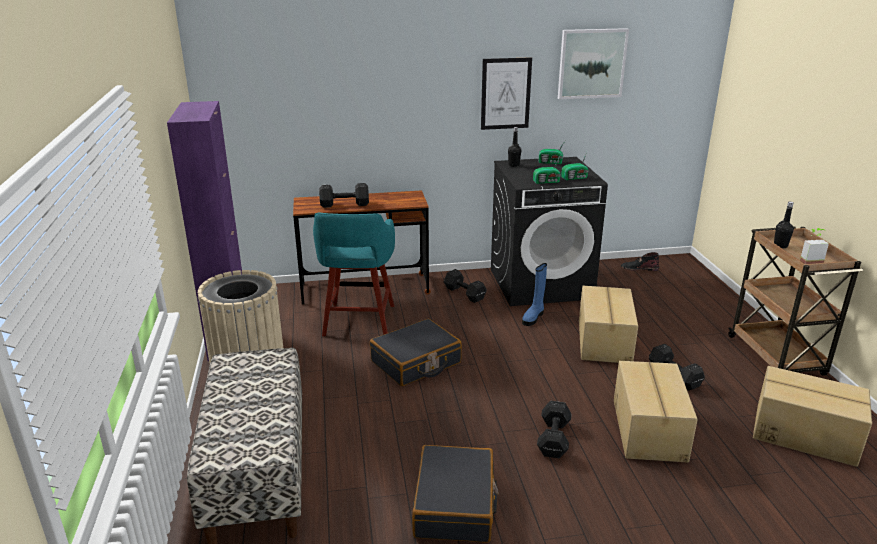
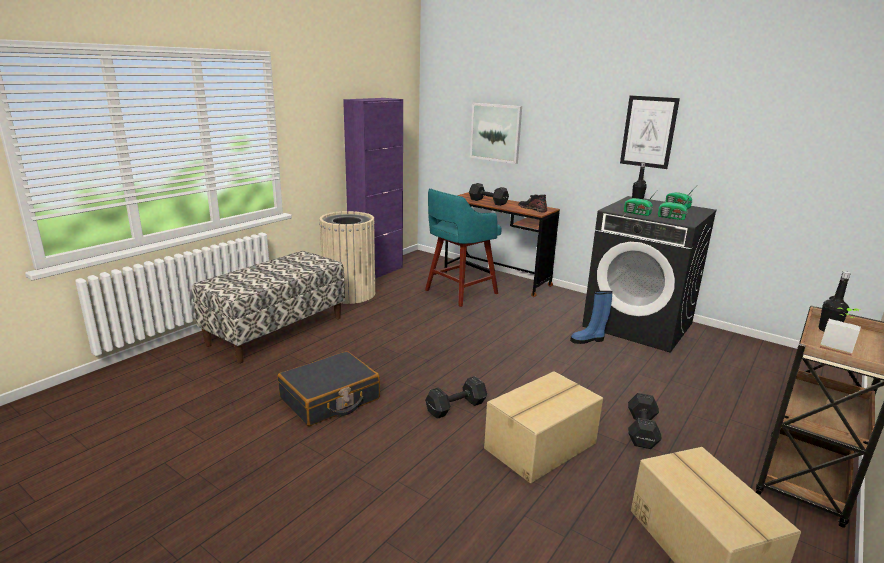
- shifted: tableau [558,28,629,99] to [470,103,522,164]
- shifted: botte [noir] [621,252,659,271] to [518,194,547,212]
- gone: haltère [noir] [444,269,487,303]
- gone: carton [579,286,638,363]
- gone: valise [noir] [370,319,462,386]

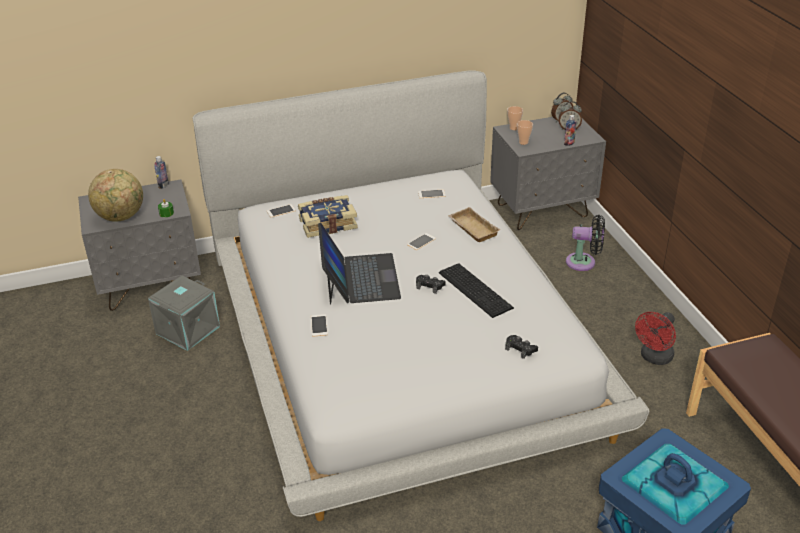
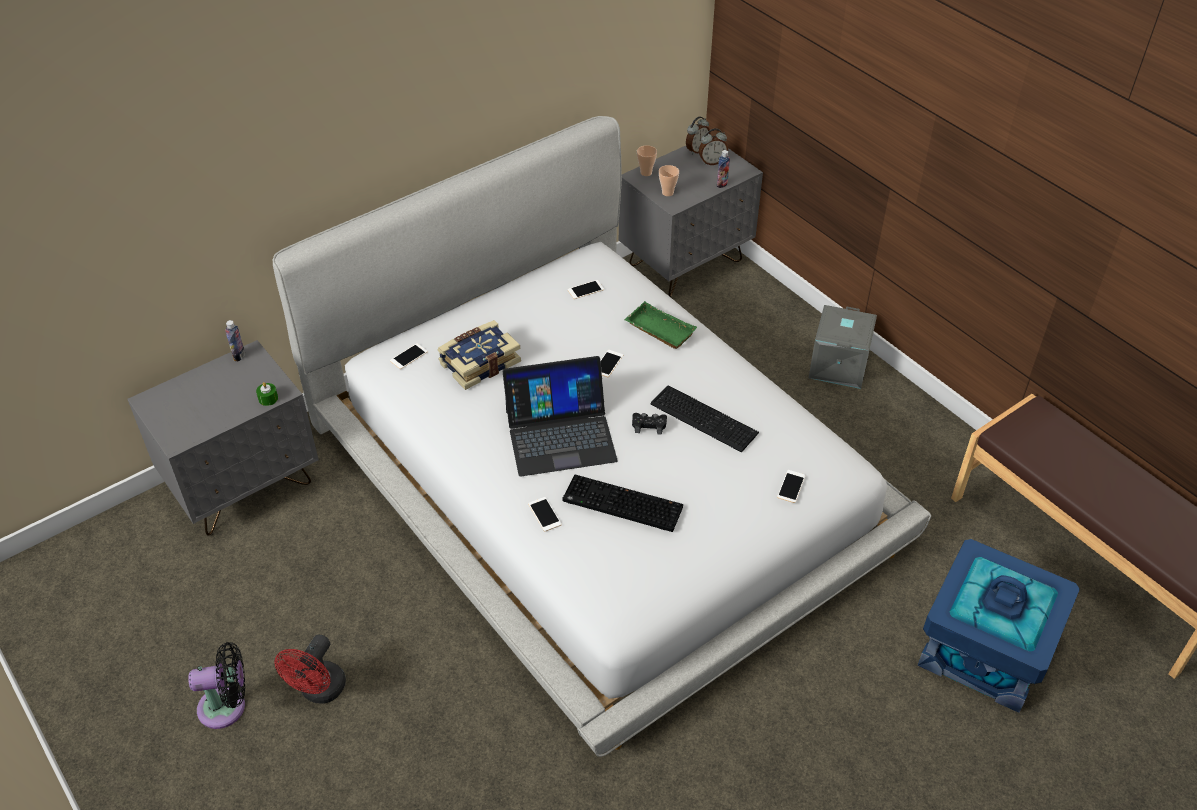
- gone: globe [88,169,143,222]
- repainted: plateau [beige] [448,207,501,242] to plateau [vert] [624,301,697,349]
- shifted: ventilateur [noir] [566,215,605,271] to [188,642,245,729]
- rotated: ordinateur portable [318,222,401,305] = [502,356,618,476] 105 degrees clockwise
- shifted: boîte de rangement [gris] [148,276,220,351] to [809,305,877,389]
- shifted: ventilateur [rouge] [635,312,676,365] to [275,634,346,704]
- swapped: manette [noir] [505,335,538,359] to téléphone [777,470,806,503]
- new: clavier [563,475,683,532]

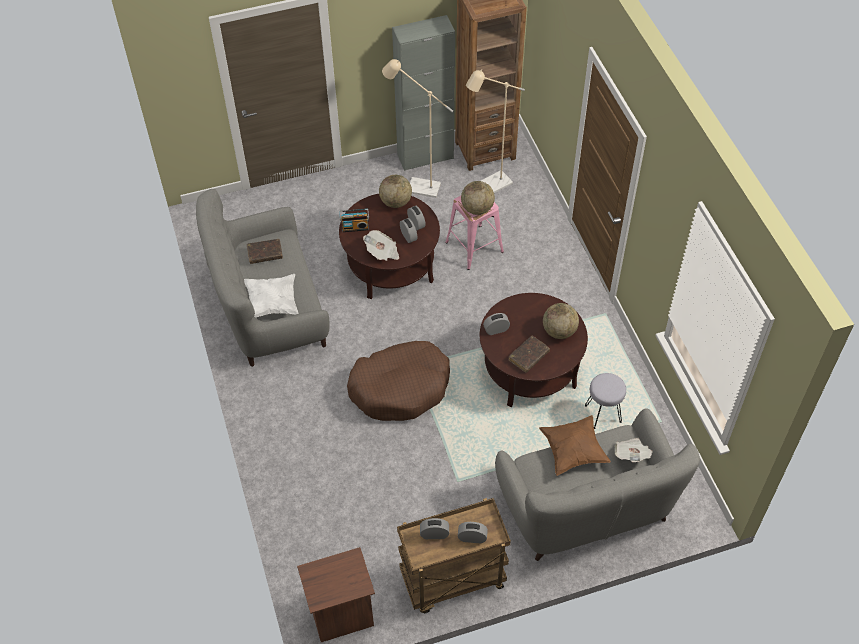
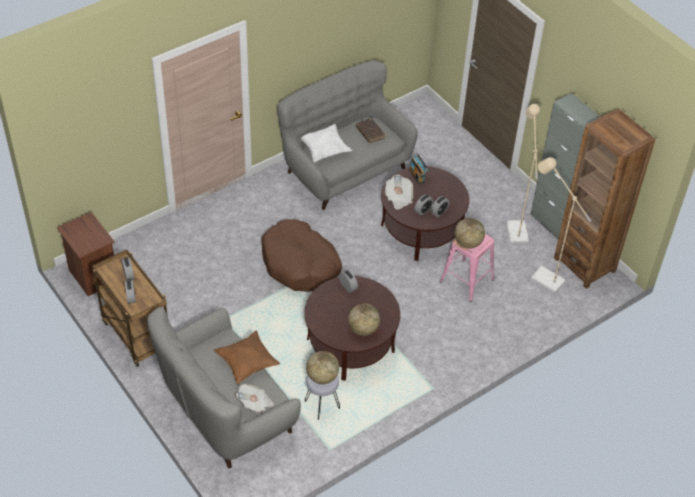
- shifted: globe [379,175,412,208] to [306,351,339,384]
- gone: livre [marron] [508,336,550,373]

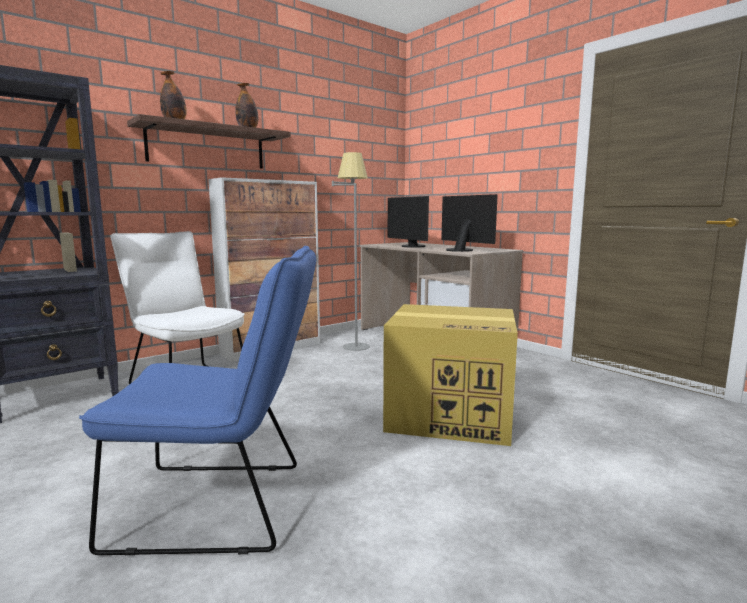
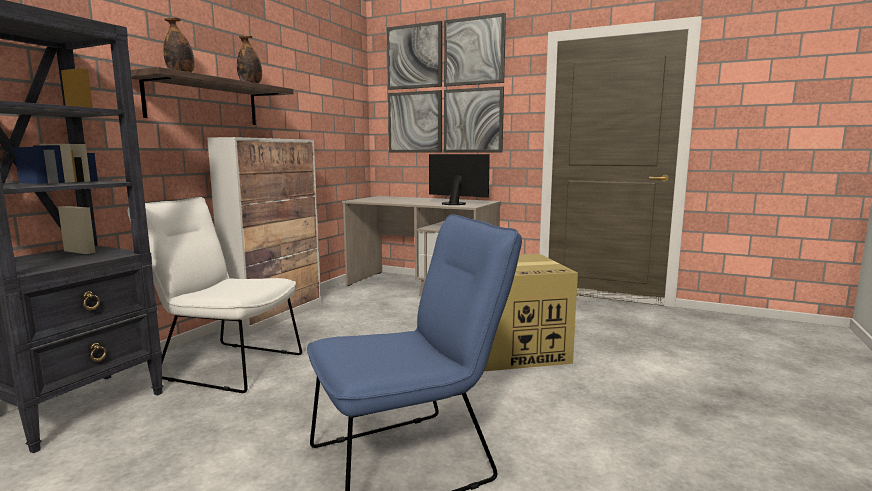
- gone: lampadaire [gris] [332,152,370,351]
- gone: écran d'ordinateur [388,196,429,248]
- new: tableau [387,13,506,153]

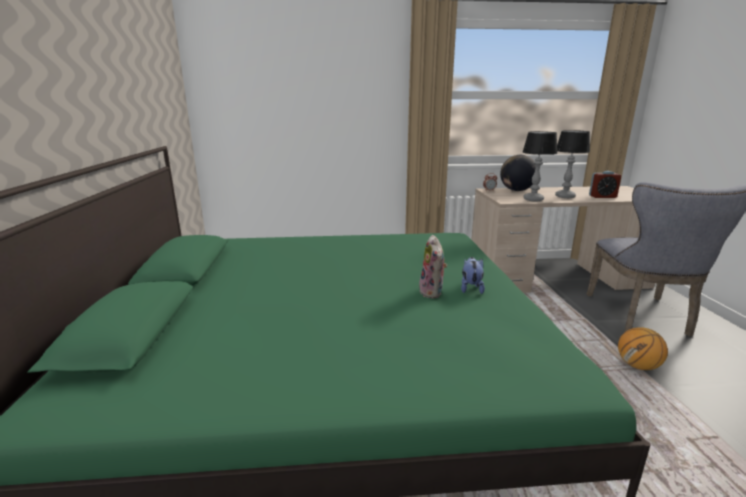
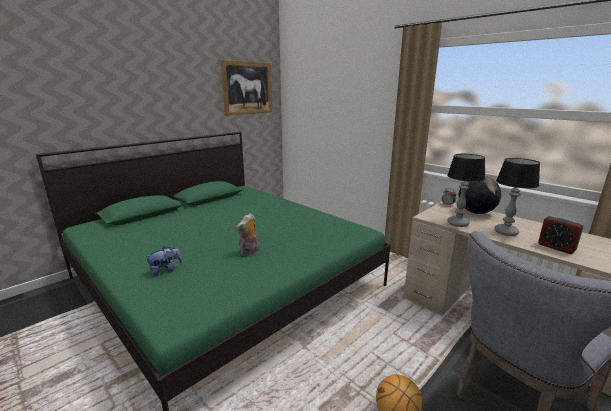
- shifted: peluche [461,257,485,294] to [145,246,182,276]
- new: tableau [220,60,272,115]

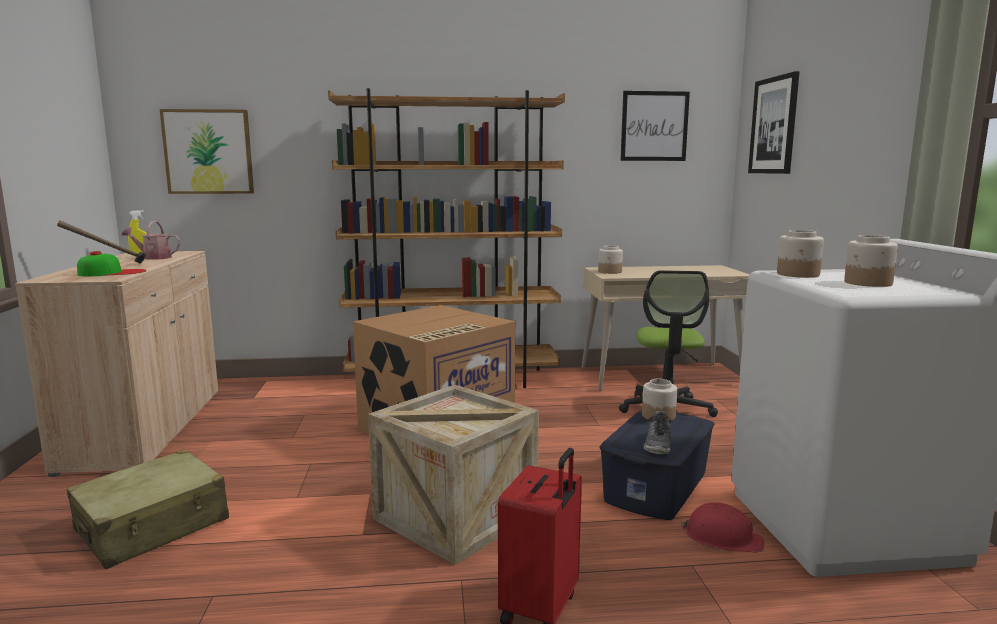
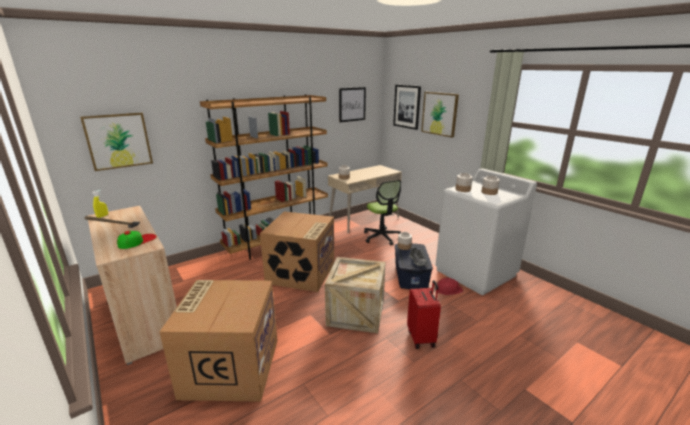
- gone: arrosoir [121,221,180,260]
- swapped: valise [beige] [66,449,229,569] to carton [160,280,277,402]
- new: tableau [421,92,459,138]

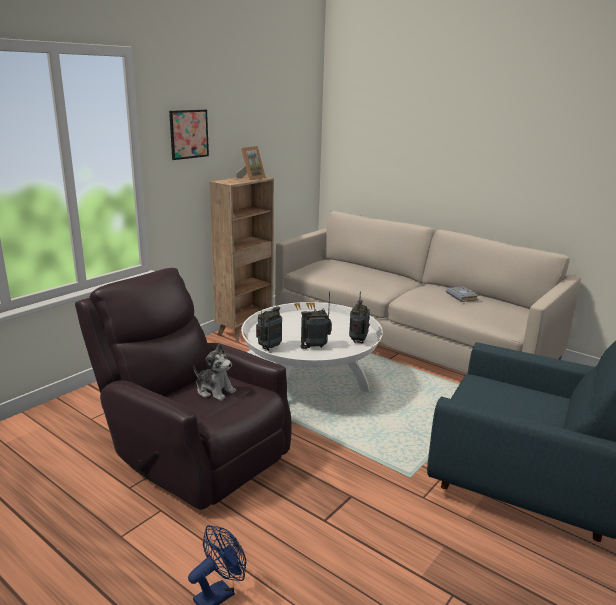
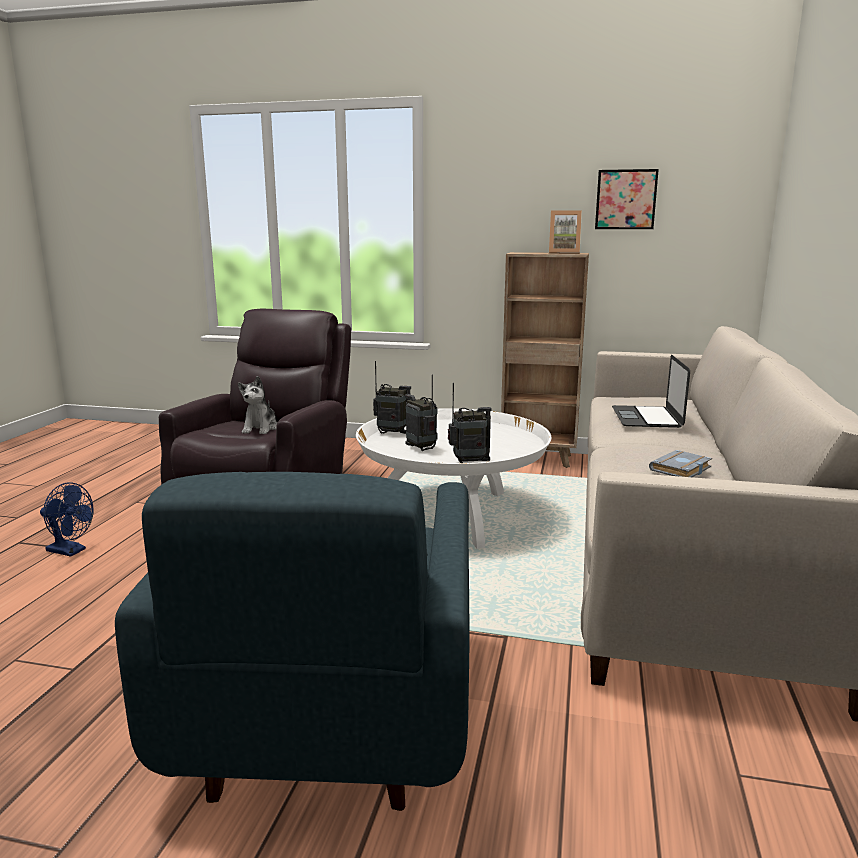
- shifted: tableau [169,110,209,160] to [595,169,659,229]
- new: ordinateur portable [612,355,690,428]

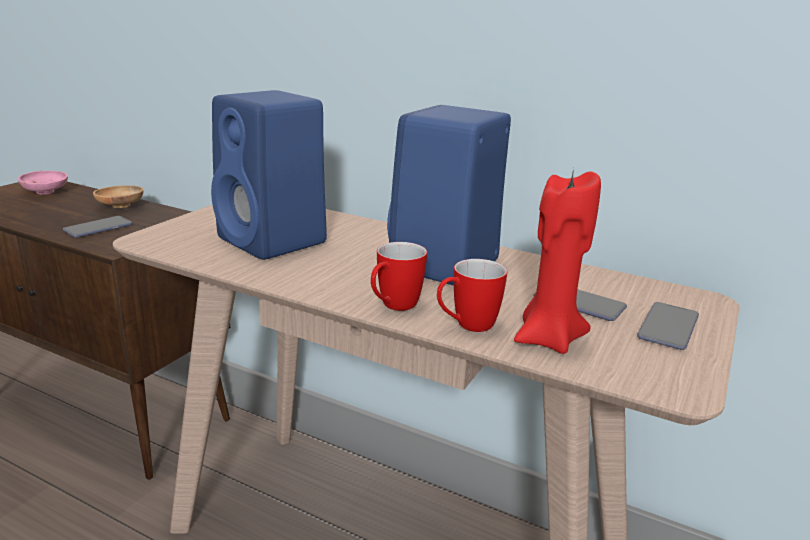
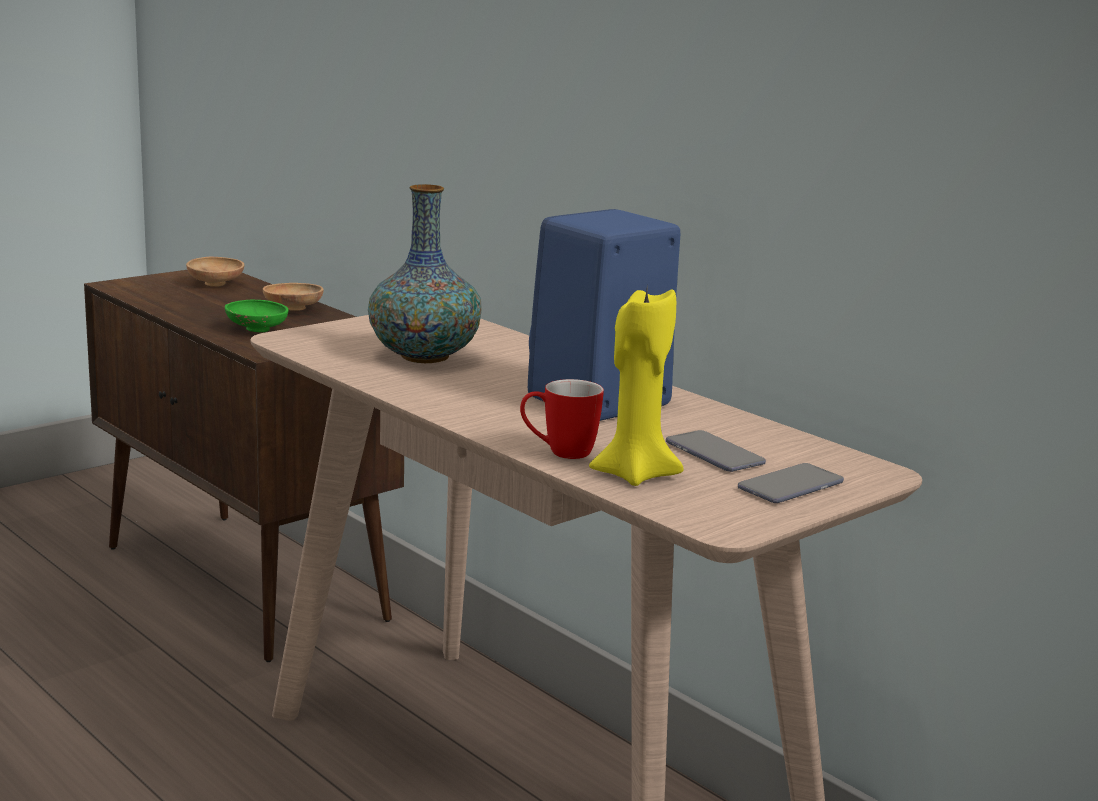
- swapped: enceinte [bleu] [211,90,327,260] to vase [368,184,482,363]
- repainted: bougie [rouge] [514,168,601,354] to bougie [jaune] [589,289,684,486]
- repainted: bol [rose] [18,171,68,195] to bol [marron] [186,257,244,287]
- swapped: téléphone [63,216,133,238] to bol [vert] [225,300,289,332]
- gone: mug [371,242,427,311]

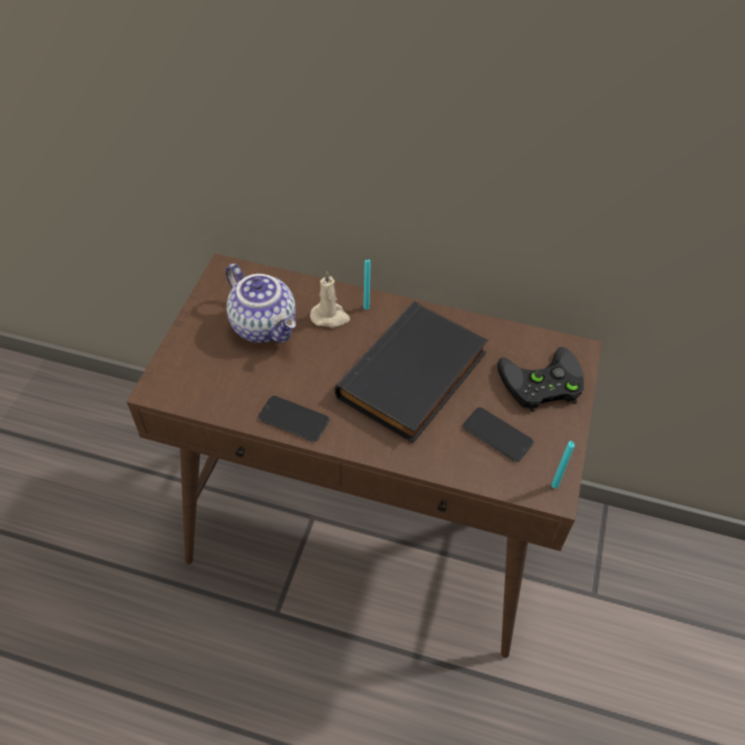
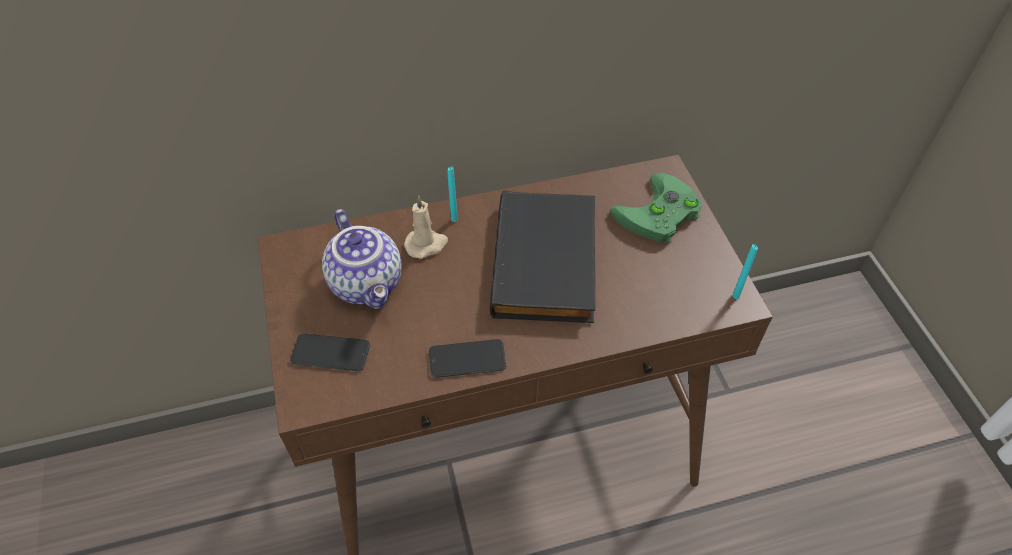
- rotated: théière [226,264,296,343] = [322,209,402,309] 45 degrees clockwise
- repainted: manette [noir] [497,347,584,412] to manette [vert] [610,173,702,243]
- shifted: téléphone [463,407,534,462] to [290,333,370,371]

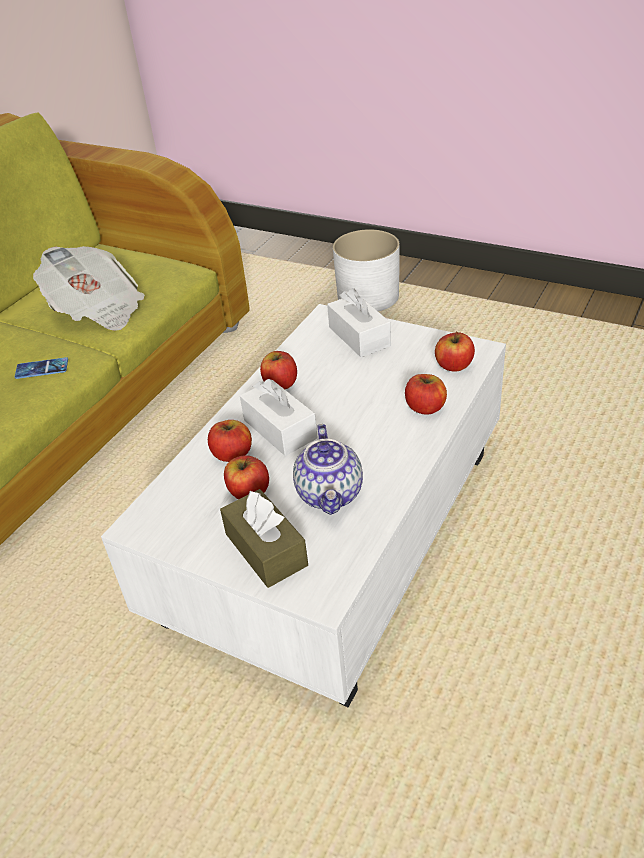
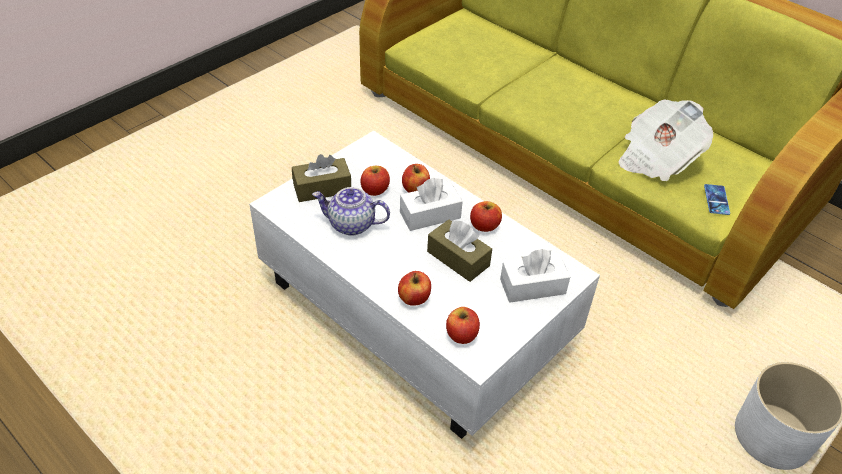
- shifted: téléphone [14,357,68,379] to [704,184,730,215]
- new: boîte à mouchoirs [marron] [427,220,492,282]

